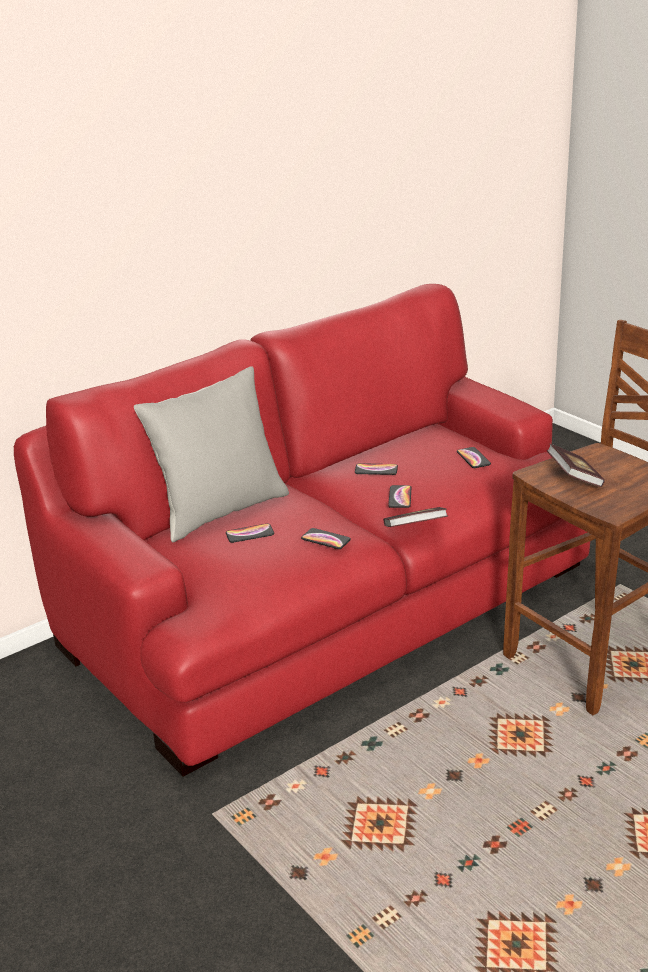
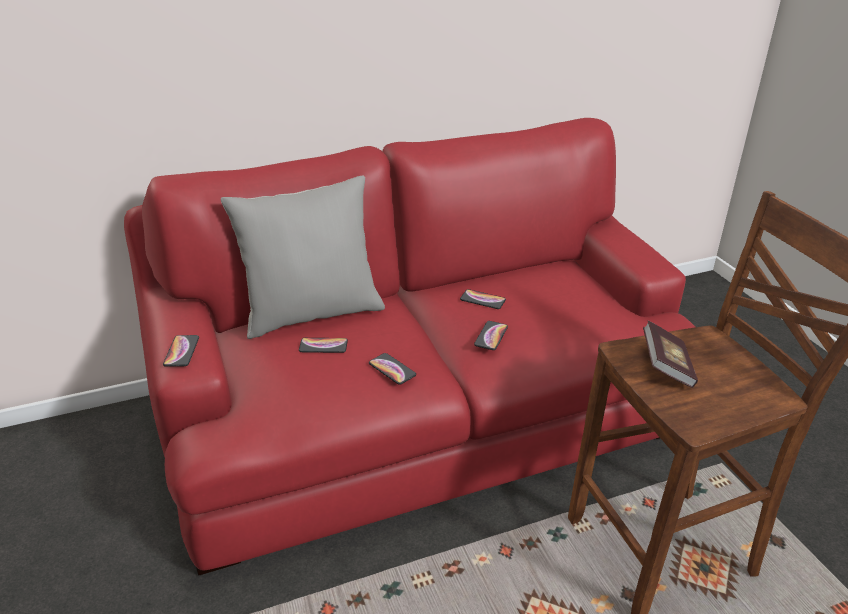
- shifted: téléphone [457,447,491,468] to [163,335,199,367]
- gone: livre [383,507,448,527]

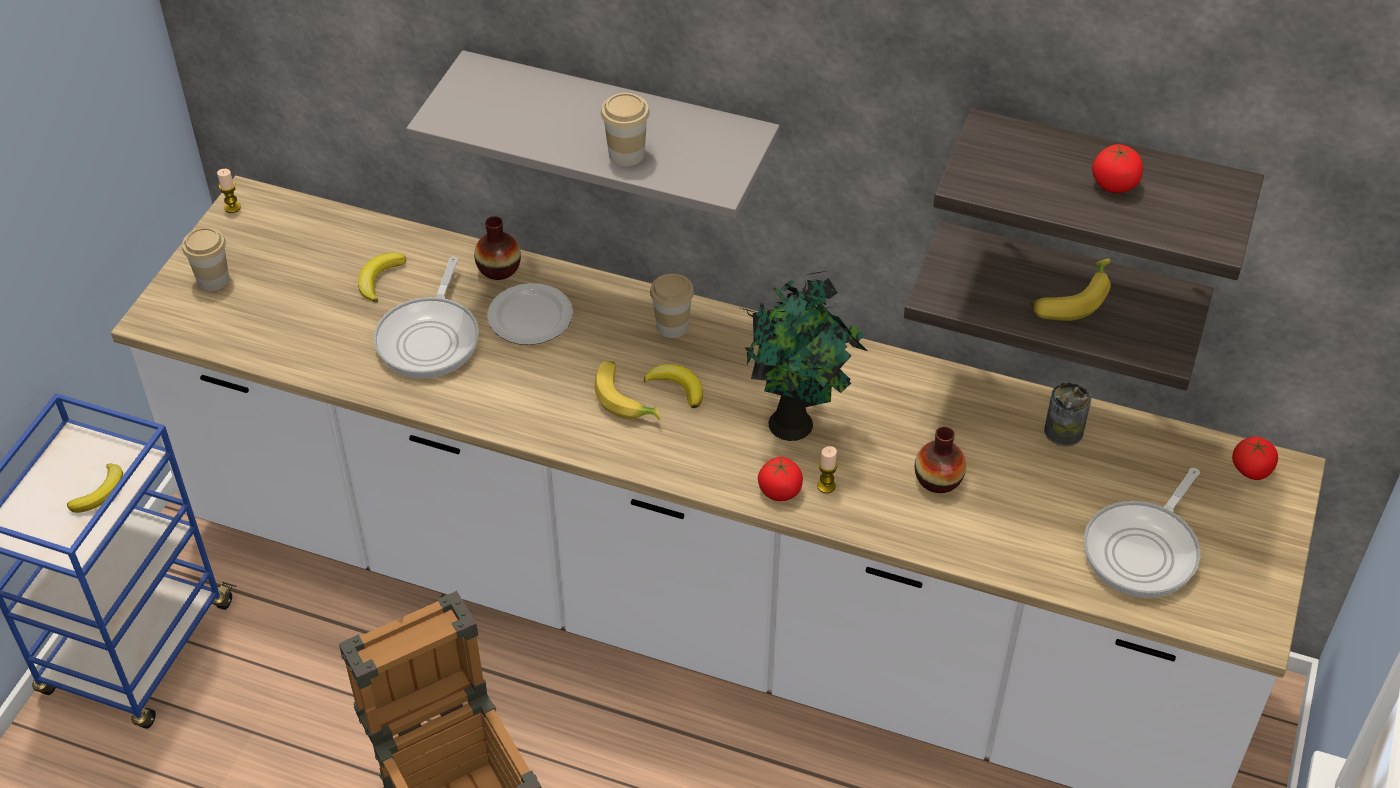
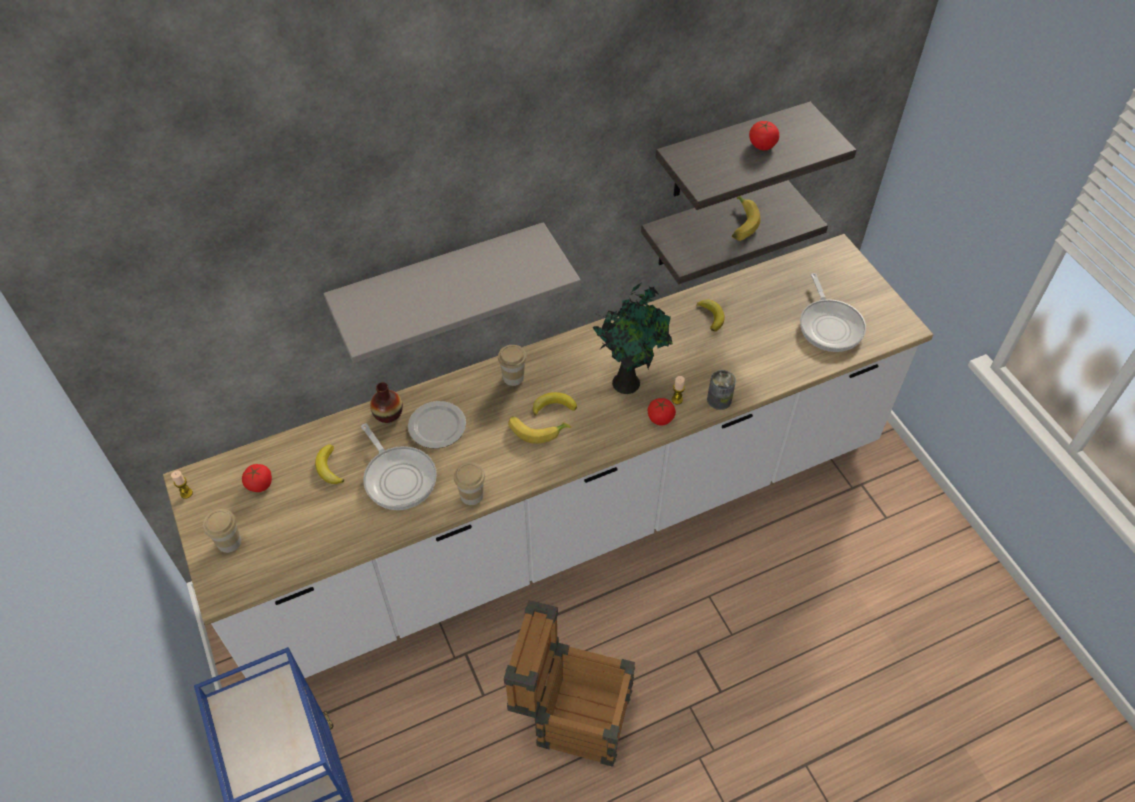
- shifted: tasse [601,93,650,166] to [454,462,485,505]
- shifted: boîte métallique [1044,382,1091,446] to [707,370,736,410]
- gone: vase [915,426,966,493]
- shifted: tomate [1232,437,1278,480] to [242,464,272,492]
- shifted: banane [67,463,123,513] to [696,300,725,332]

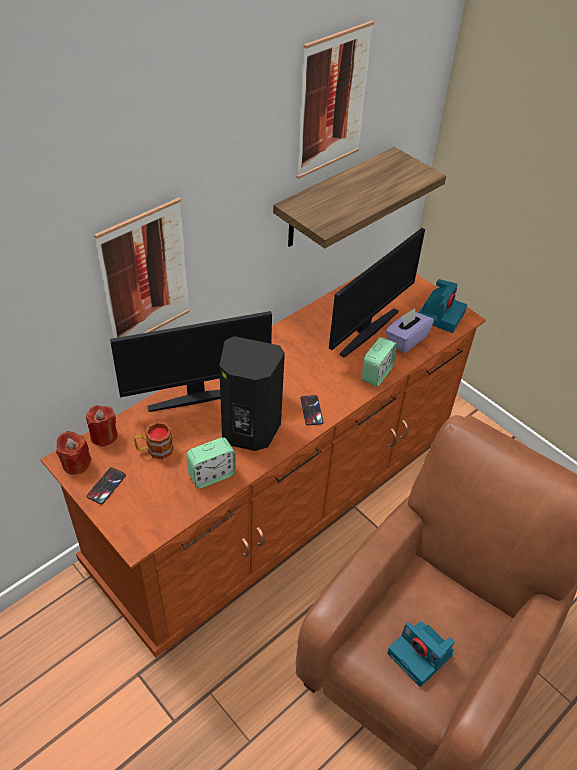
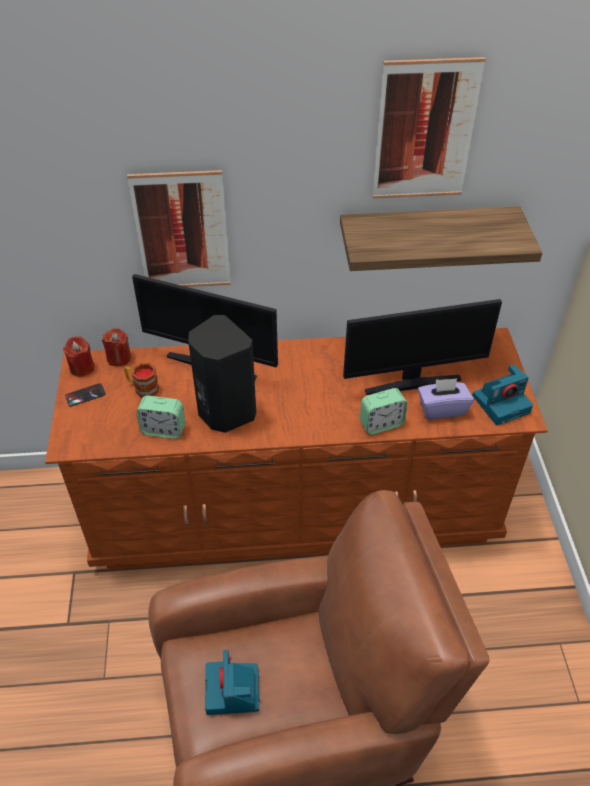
- gone: téléphone [300,395,324,425]

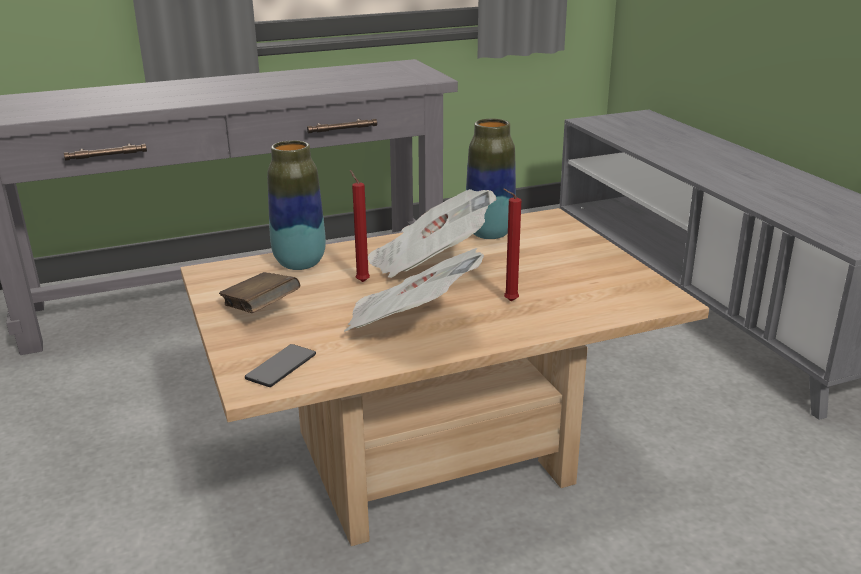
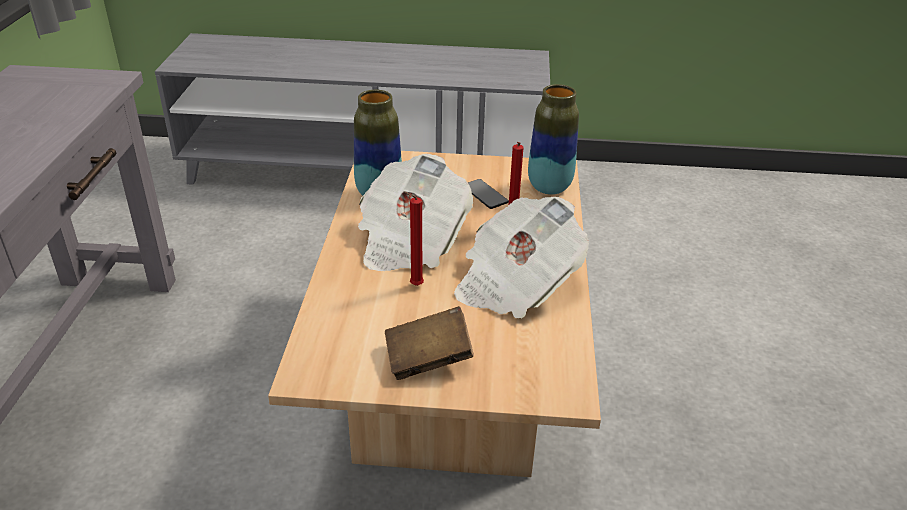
- shifted: vase [267,140,326,270] to [528,84,579,195]
- shifted: téléphone [245,344,316,387] to [468,179,509,209]

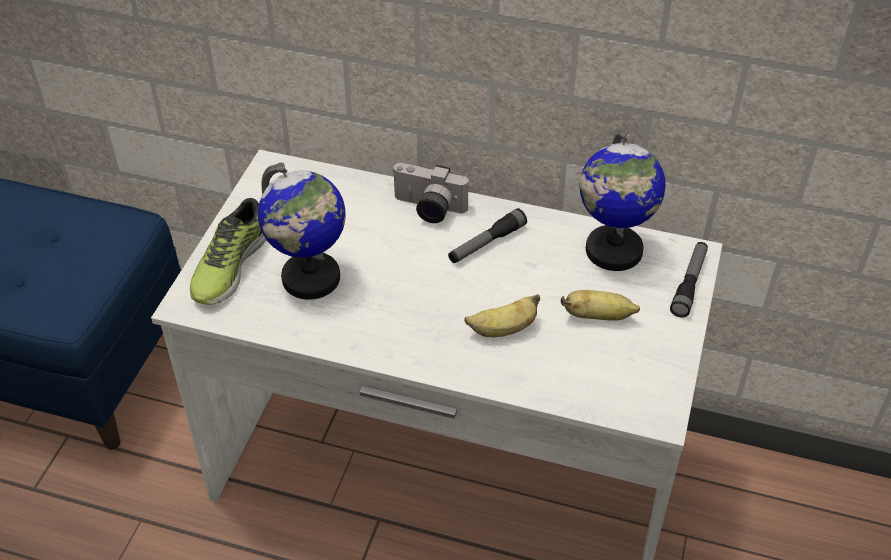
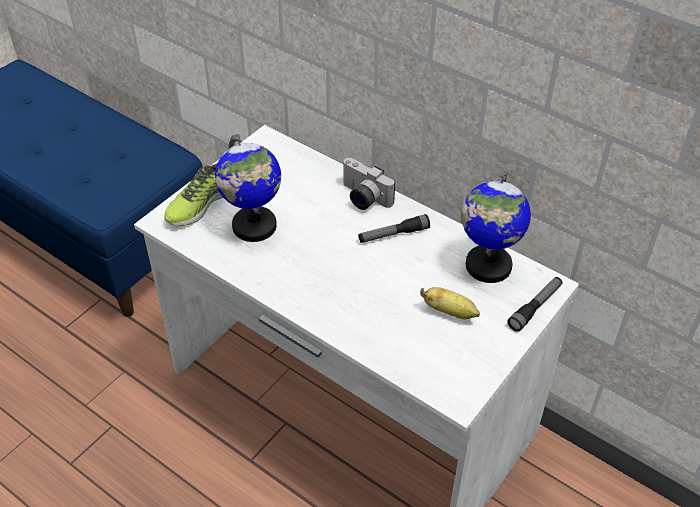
- gone: banane [464,294,540,338]

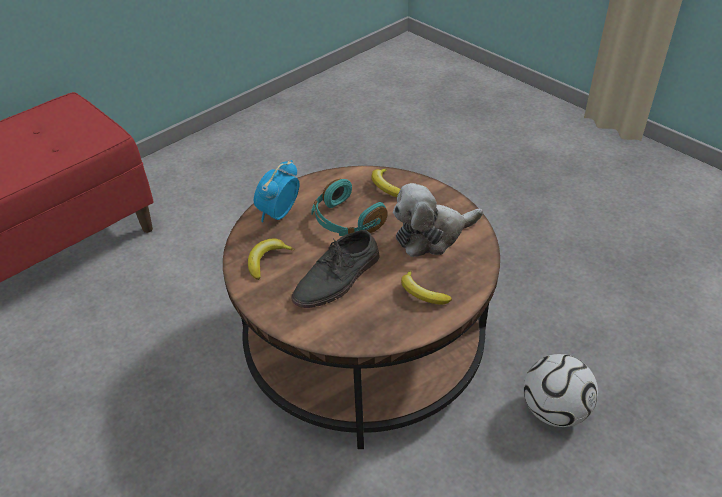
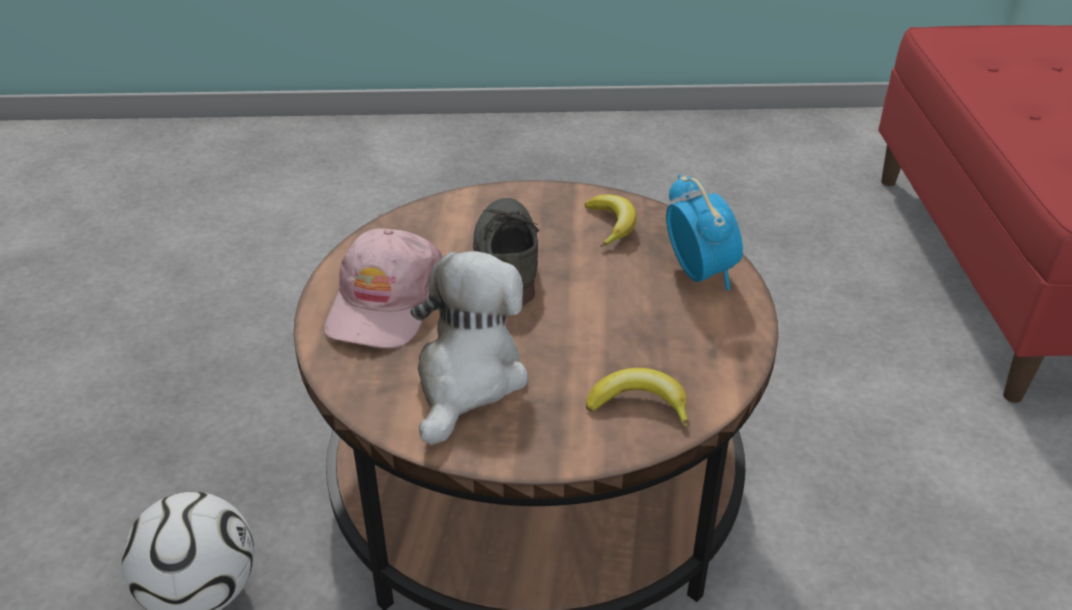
- gone: casque audio [turquoise] [311,179,388,236]
- swapped: banane [401,271,452,305] to casquette [rose] [324,228,444,348]

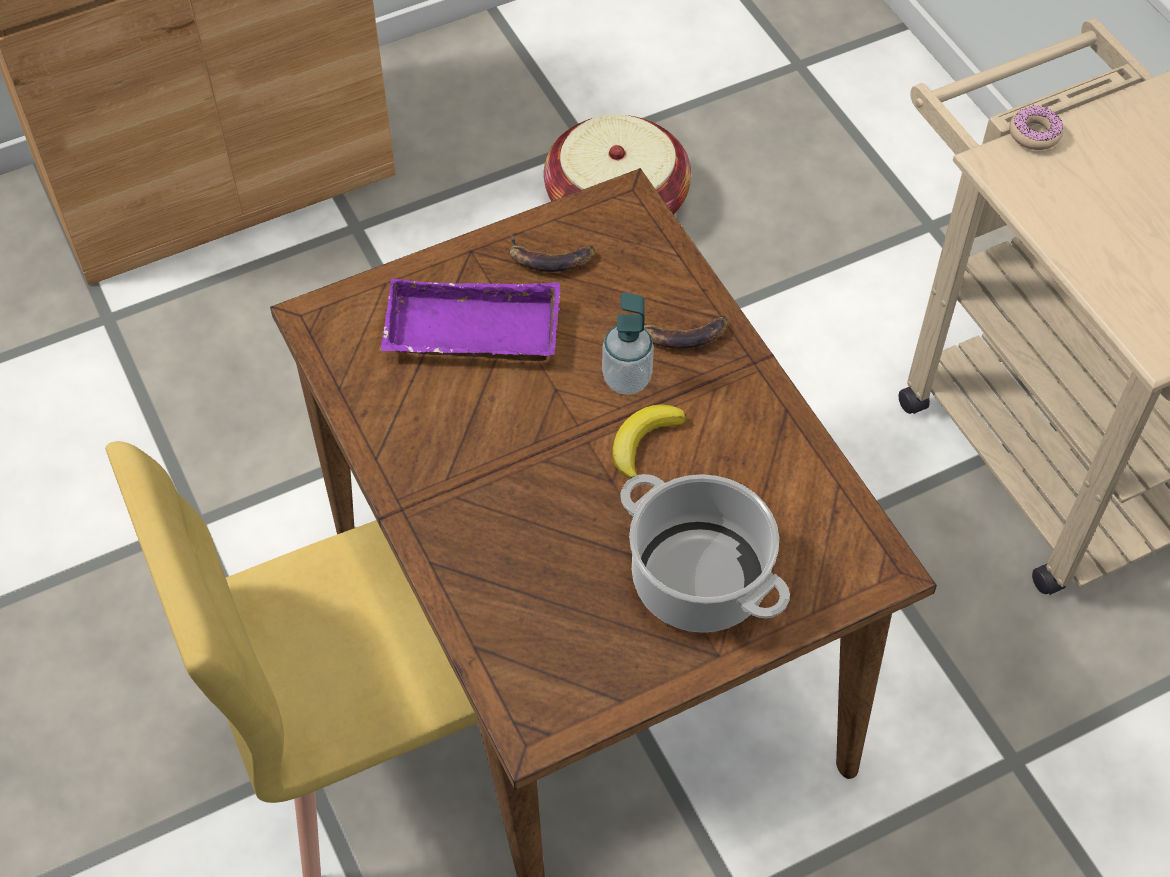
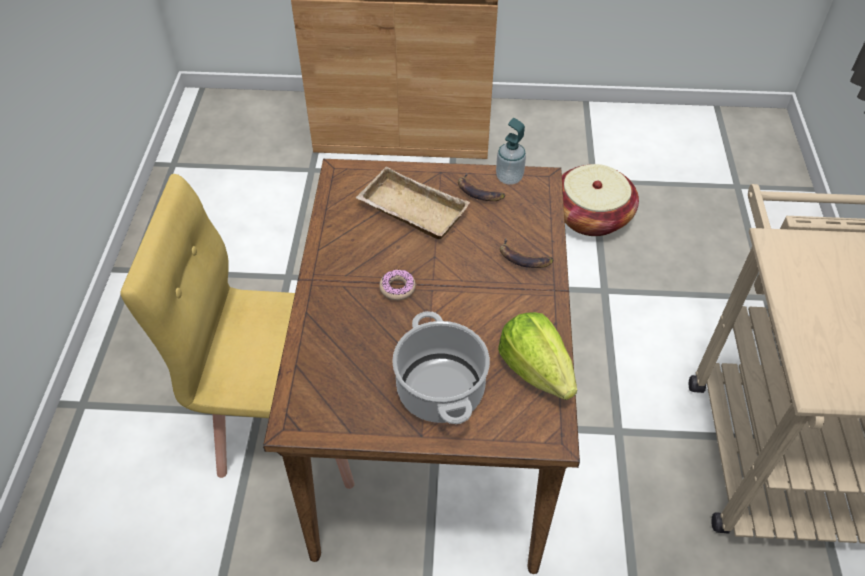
- shifted: beignet [1009,105,1063,150] to [379,269,416,300]
- repainted: plateau [violet] [380,278,560,361] to plateau [beige] [356,166,470,239]
- shifted: distributeur de savon [602,292,654,395] to [496,118,526,185]
- gone: banane [612,404,686,479]
- new: laitue [498,312,577,400]

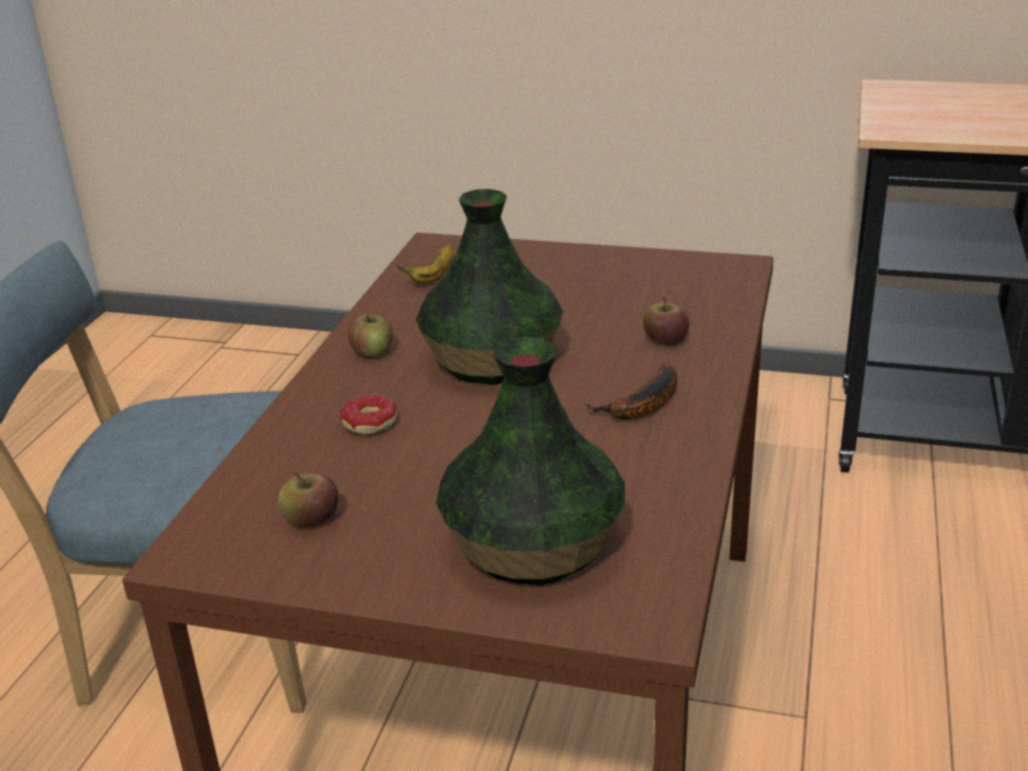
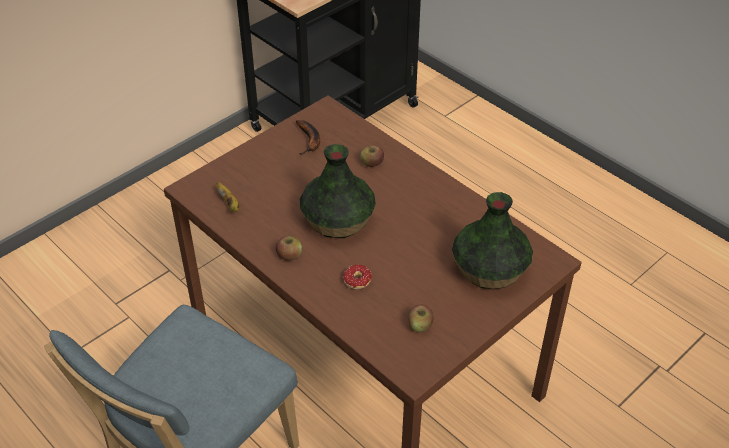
- shifted: banane [585,363,677,419] to [296,120,320,155]

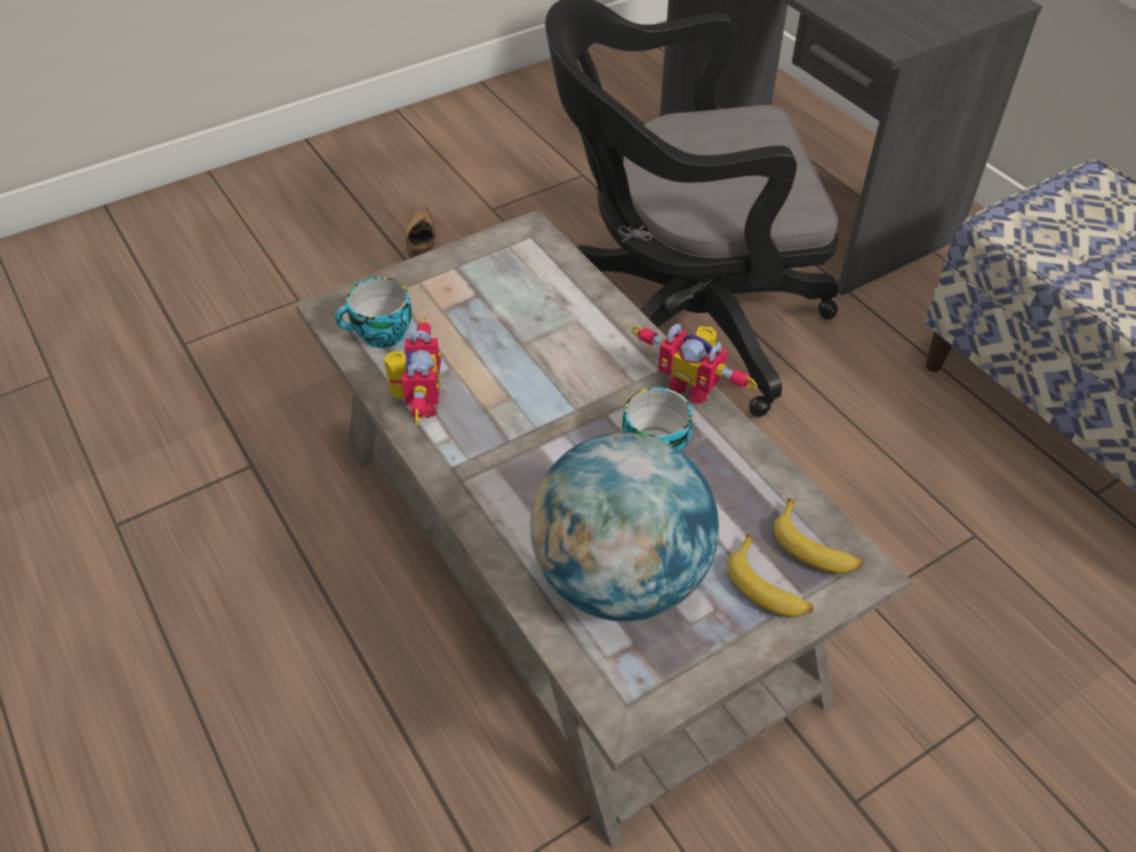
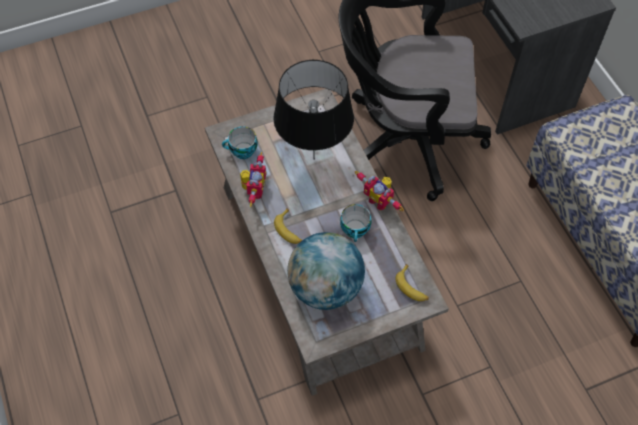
- gone: chaussure [405,207,436,259]
- shifted: banane [727,534,813,617] to [274,208,302,244]
- new: lampe de table [noir] [273,60,354,160]

